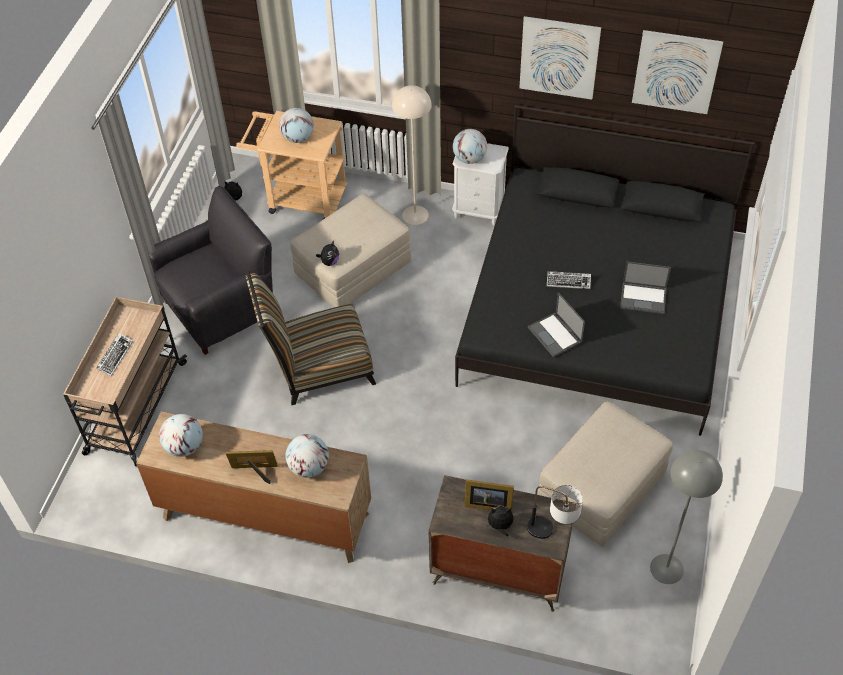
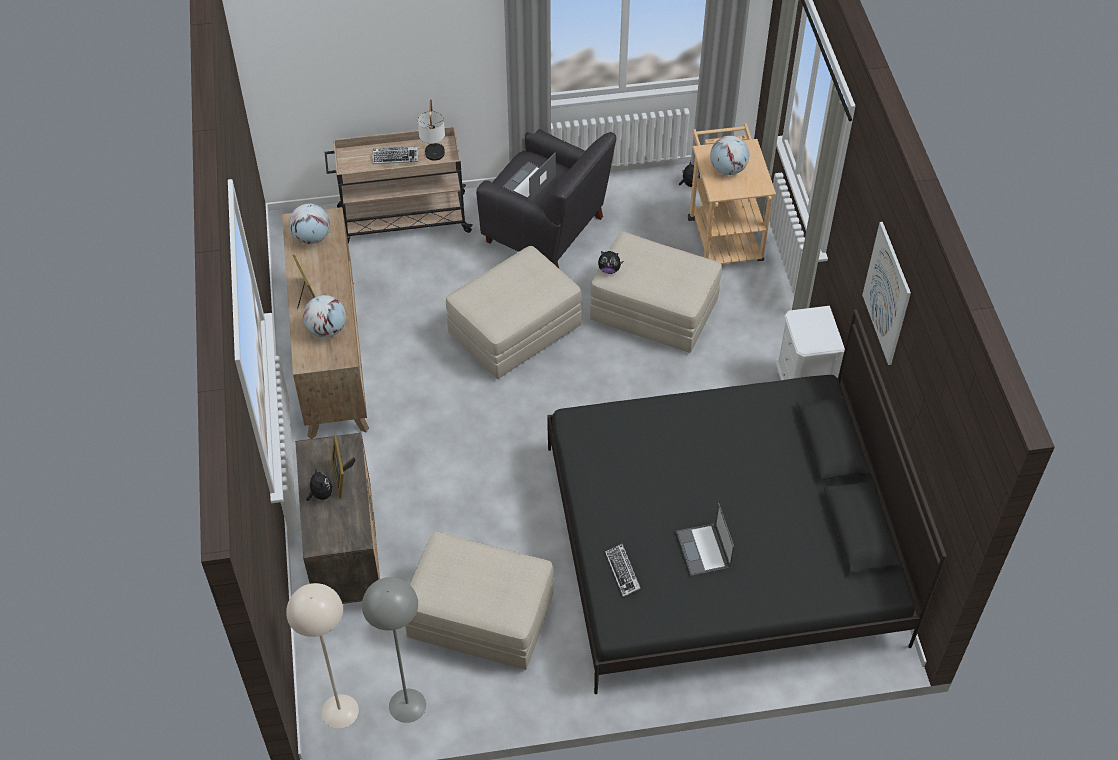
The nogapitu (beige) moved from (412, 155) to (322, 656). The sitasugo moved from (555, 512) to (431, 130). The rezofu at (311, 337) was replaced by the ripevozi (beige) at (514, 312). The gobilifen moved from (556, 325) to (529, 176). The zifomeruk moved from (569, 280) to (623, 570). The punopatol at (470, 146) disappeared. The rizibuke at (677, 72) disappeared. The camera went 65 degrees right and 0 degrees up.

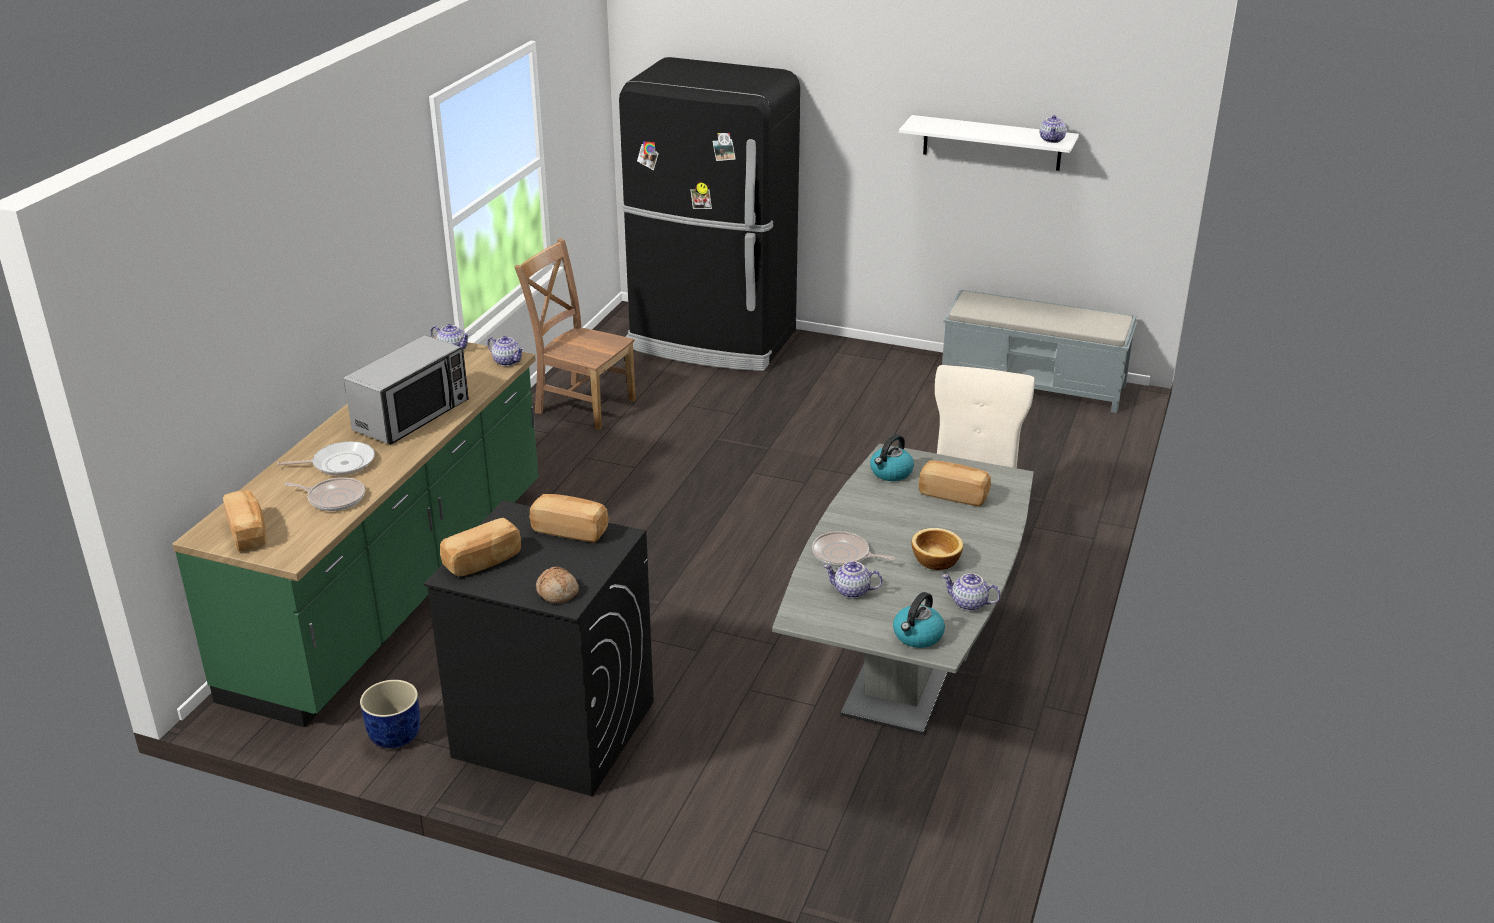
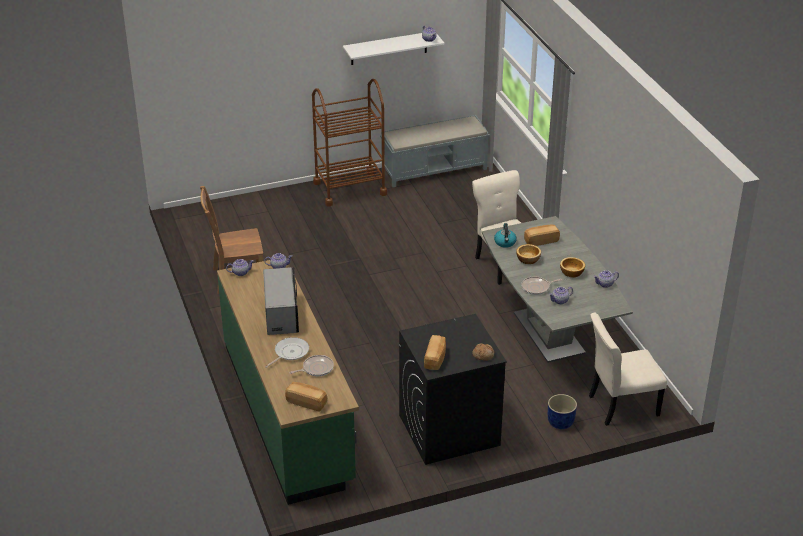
The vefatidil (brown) at (349, 142) appeared. The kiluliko at (528, 254) appeared. The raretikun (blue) moved from (390, 714) to (562, 411). The rezofu (beige) at (628, 369) appeared. The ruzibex at (569, 518) disappeared. The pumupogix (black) at (709, 214) disappeared. The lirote at (919, 620) disappeared. The camera went 40 degrees left and 5 degrees up.

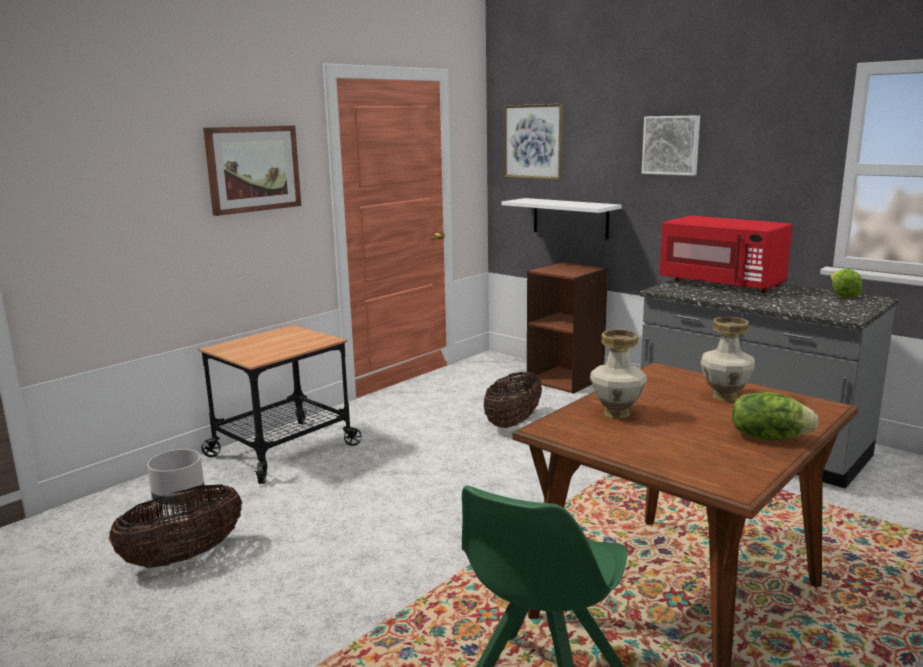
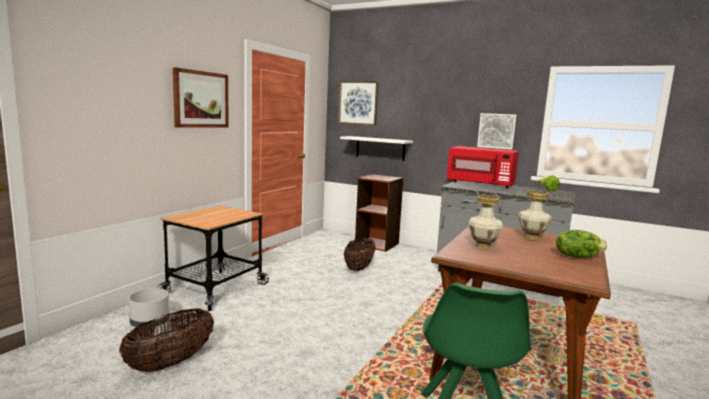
The rizibuke moved from (671, 145) to (497, 131). The camera went 15 degrees left and 5 degrees down.

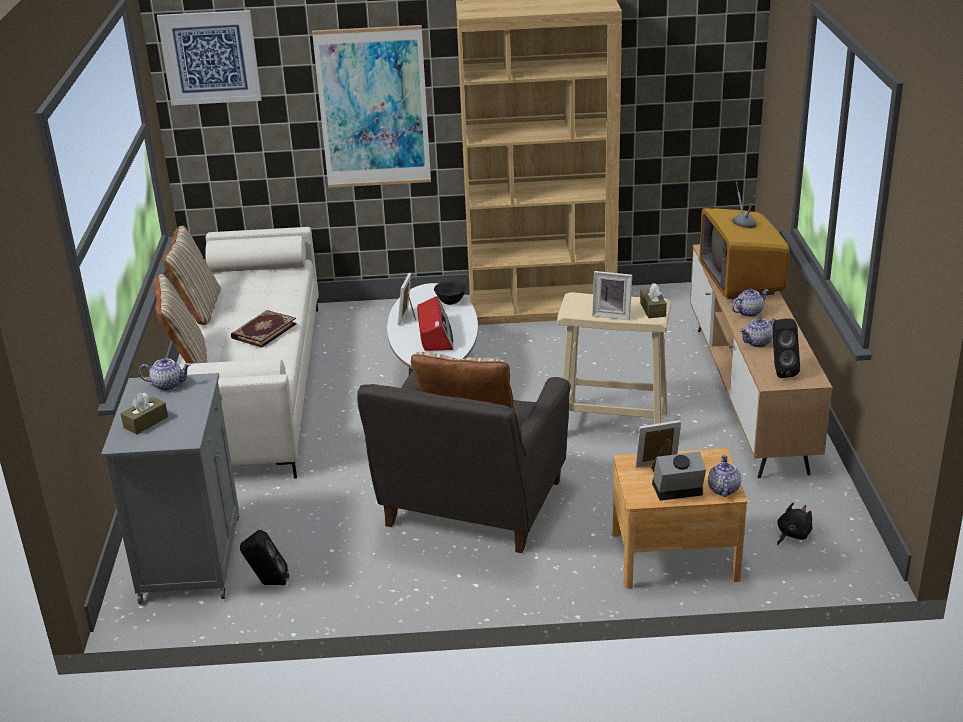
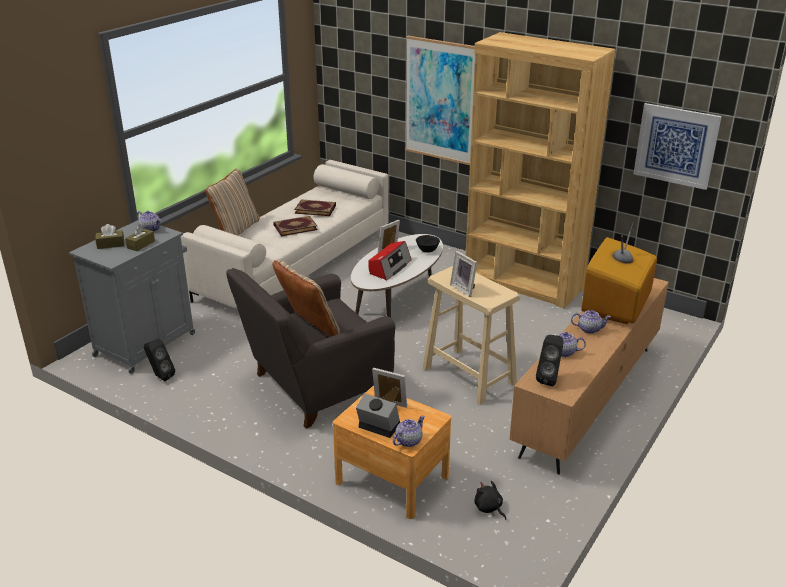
The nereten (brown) moved from (653, 300) to (140, 238). The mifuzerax at (315, 207) appeared. The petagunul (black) at (795, 523) turned 120 degrees counterclockwise. The rizibuke moved from (209, 57) to (677, 146). The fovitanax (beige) at (192, 275) disappeared. The camera went 35 degrees right and 0 degrees up.

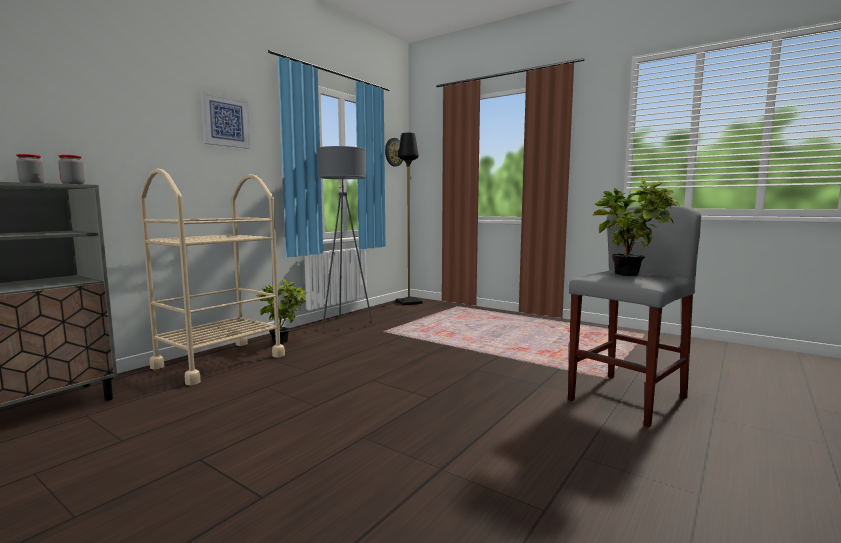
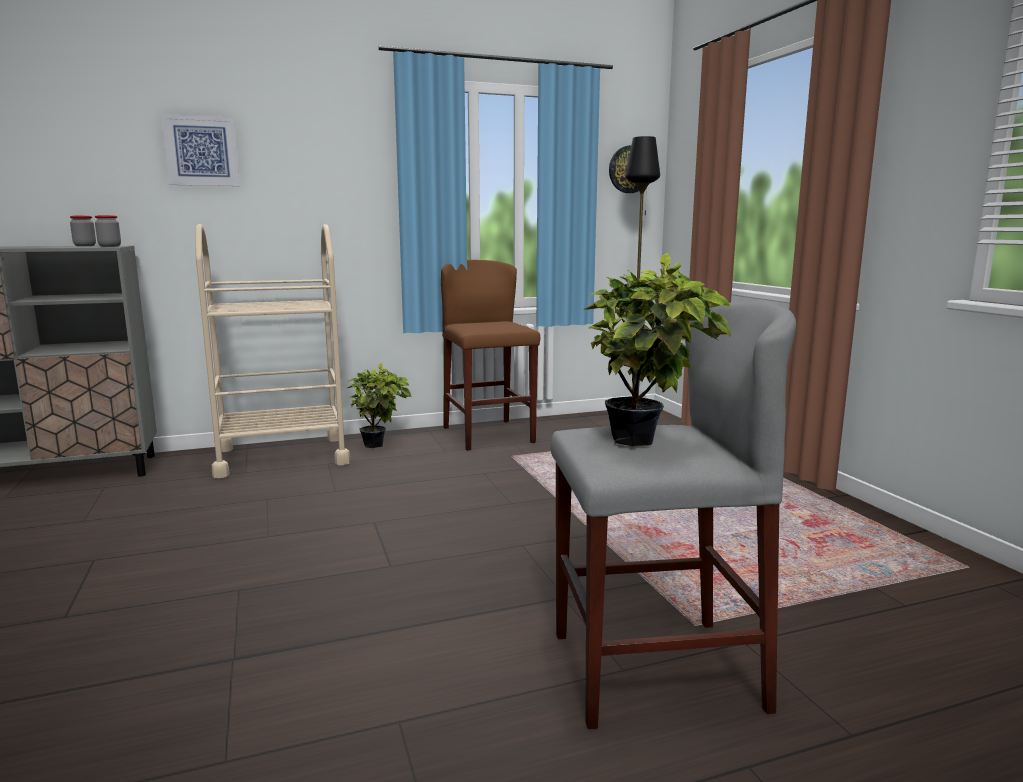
The rizibuke moved from (225, 120) to (200, 150). The nogapitu (grey) at (345, 237) was replaced by the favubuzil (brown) at (490, 355). The camera went 35 degrees right and 5 degrees up.

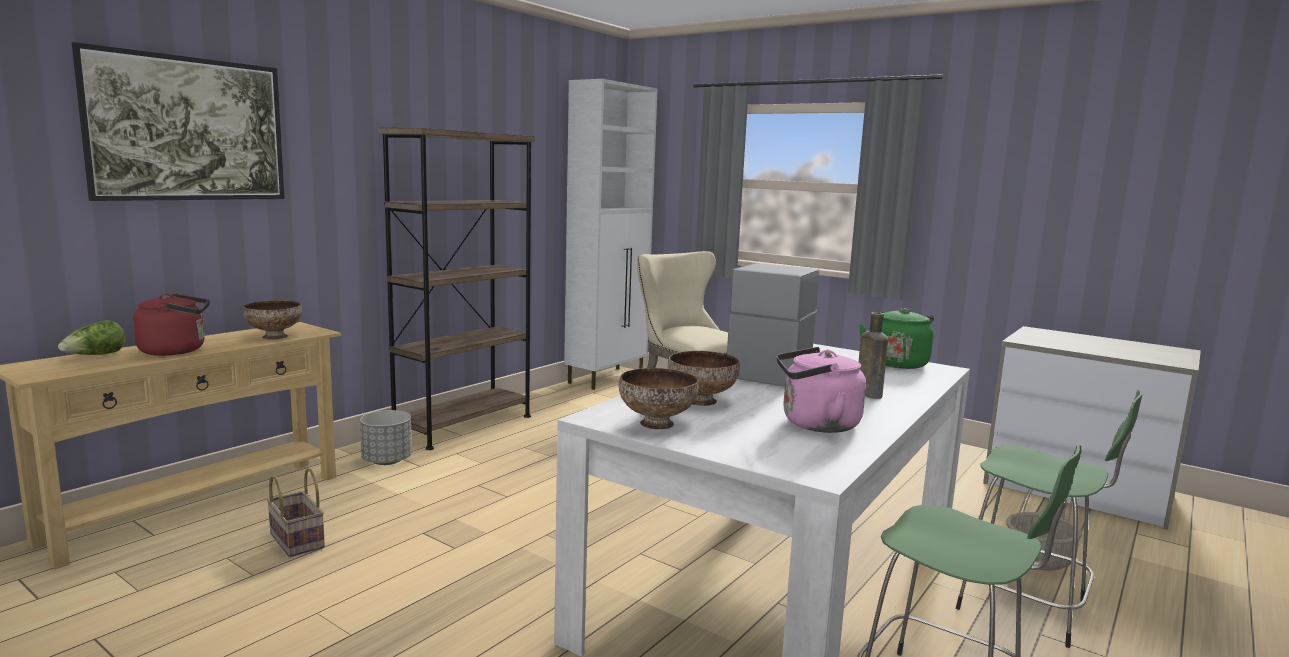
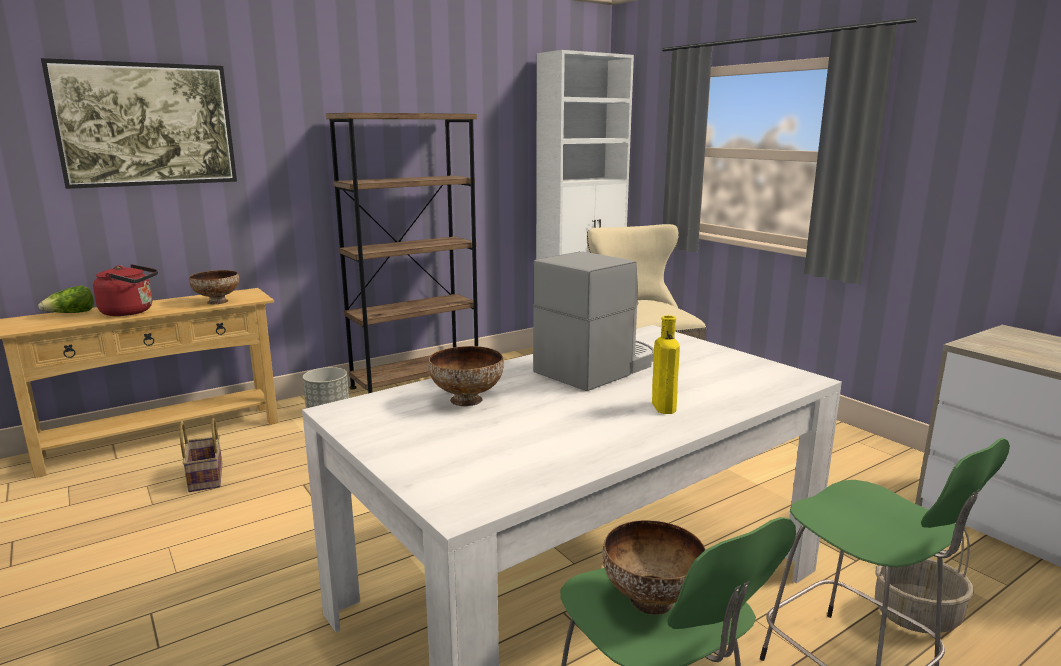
The kiluliko moved from (659, 399) to (653, 567). The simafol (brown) at (873, 355) became the simafol (yellow) at (666, 364). The lirote (pink) at (821, 390) disappeared. The lirote (green) at (896, 338) disappeared. The camera went 20 degrees right and 5 degrees up.

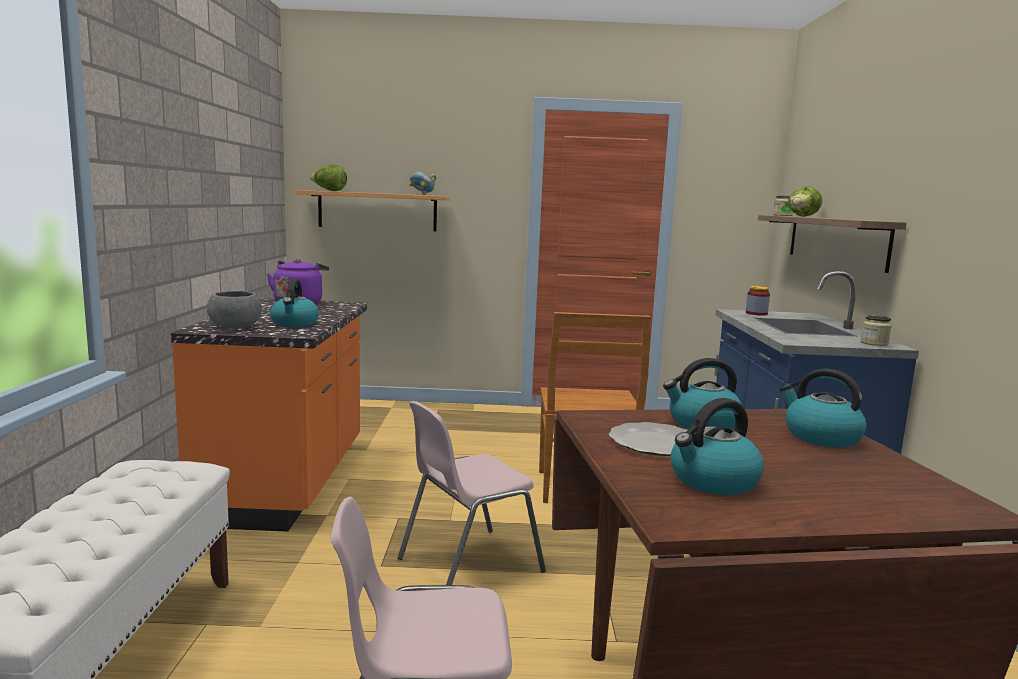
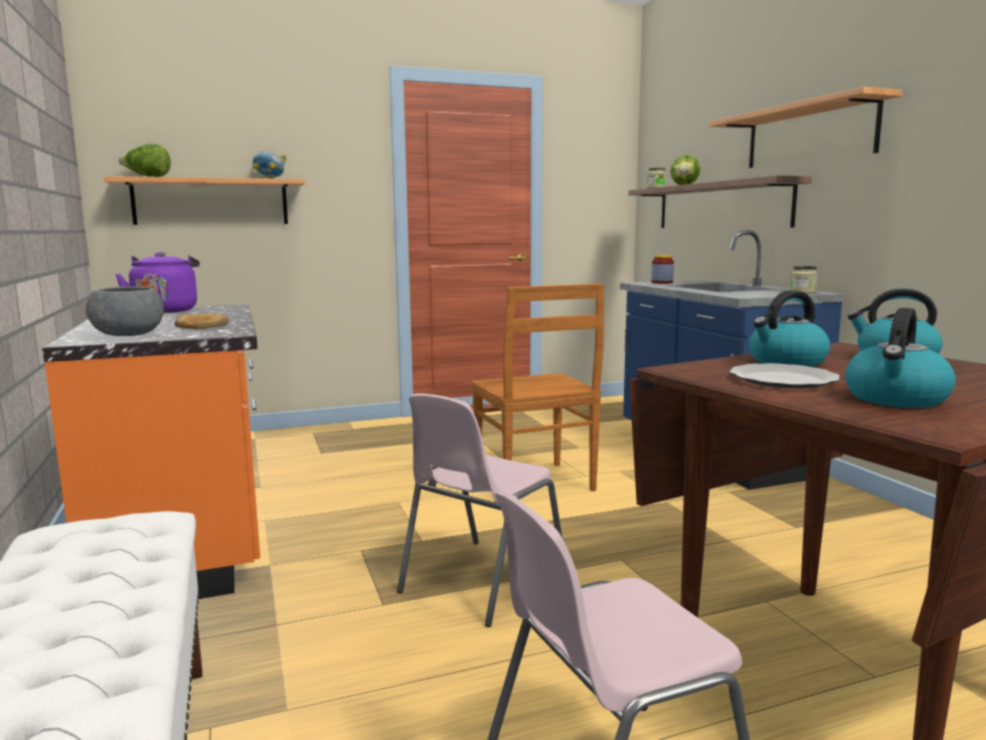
The lirote at (294, 303) was replaced by the ruzibex at (201, 321). The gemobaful at (805, 127) appeared. The camera went 20 degrees left and 0 degrees up.

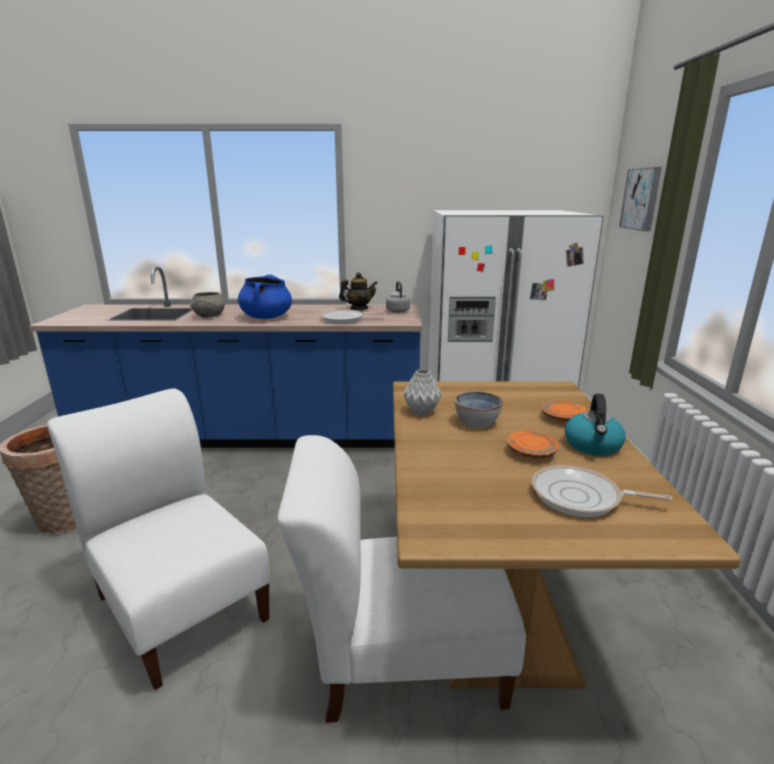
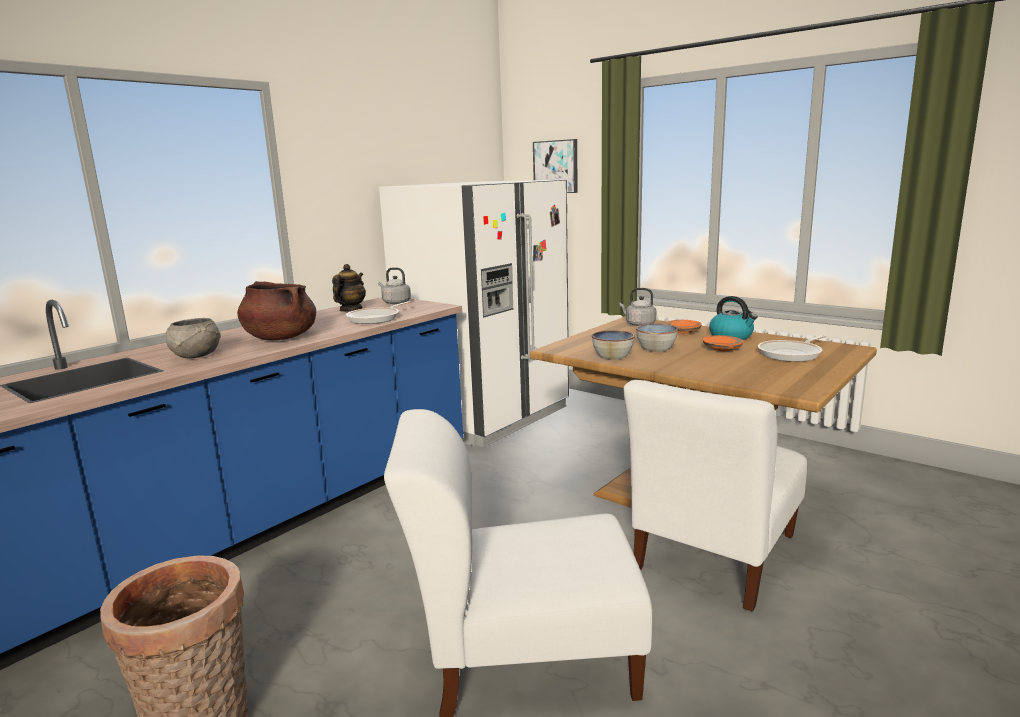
The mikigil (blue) at (265, 297) became the mikigil (brown) at (276, 310). The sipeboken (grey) at (422, 392) was replaced by the kiluliko at (613, 345). The lirote (grey) at (637, 307) appeared. The camera went 50 degrees left and 5 degrees down.

